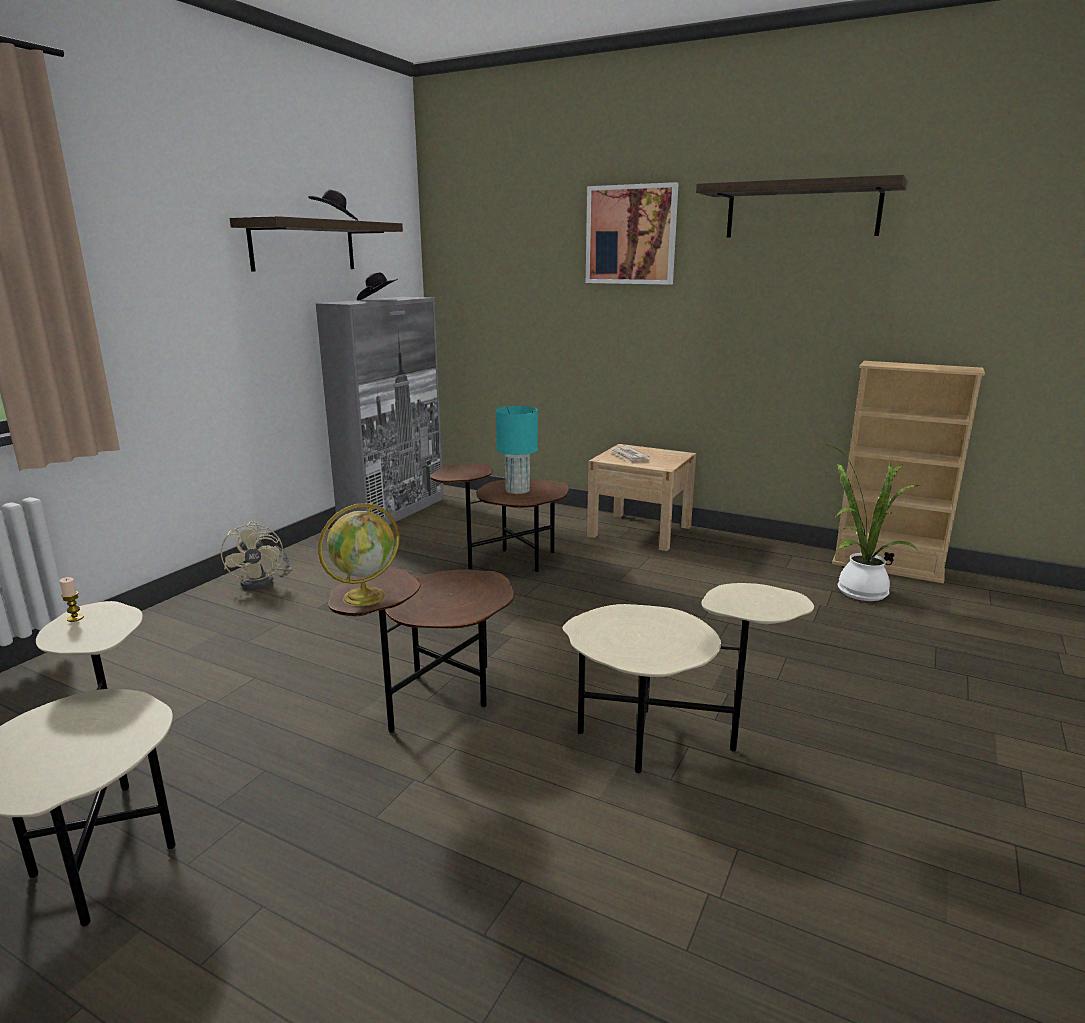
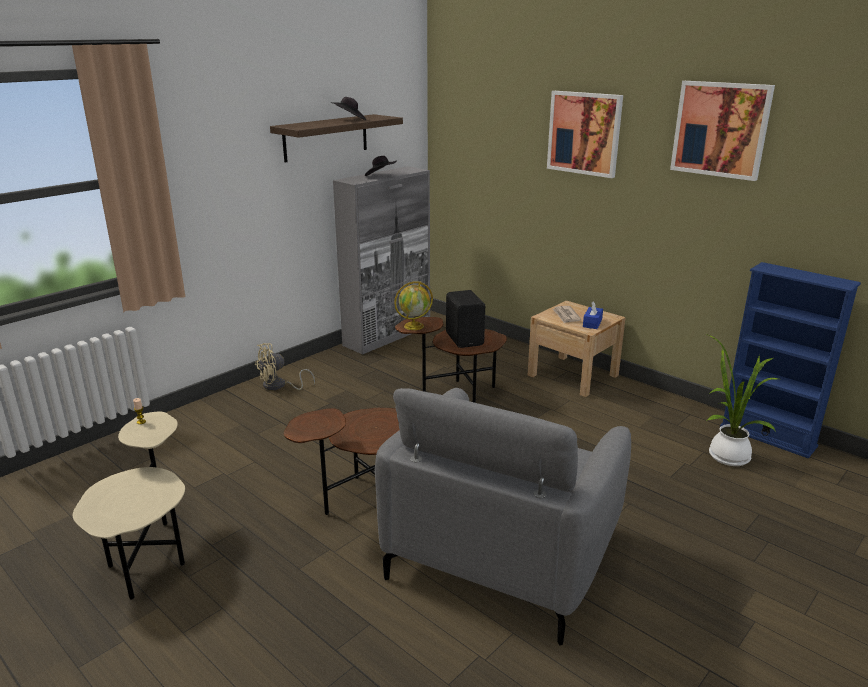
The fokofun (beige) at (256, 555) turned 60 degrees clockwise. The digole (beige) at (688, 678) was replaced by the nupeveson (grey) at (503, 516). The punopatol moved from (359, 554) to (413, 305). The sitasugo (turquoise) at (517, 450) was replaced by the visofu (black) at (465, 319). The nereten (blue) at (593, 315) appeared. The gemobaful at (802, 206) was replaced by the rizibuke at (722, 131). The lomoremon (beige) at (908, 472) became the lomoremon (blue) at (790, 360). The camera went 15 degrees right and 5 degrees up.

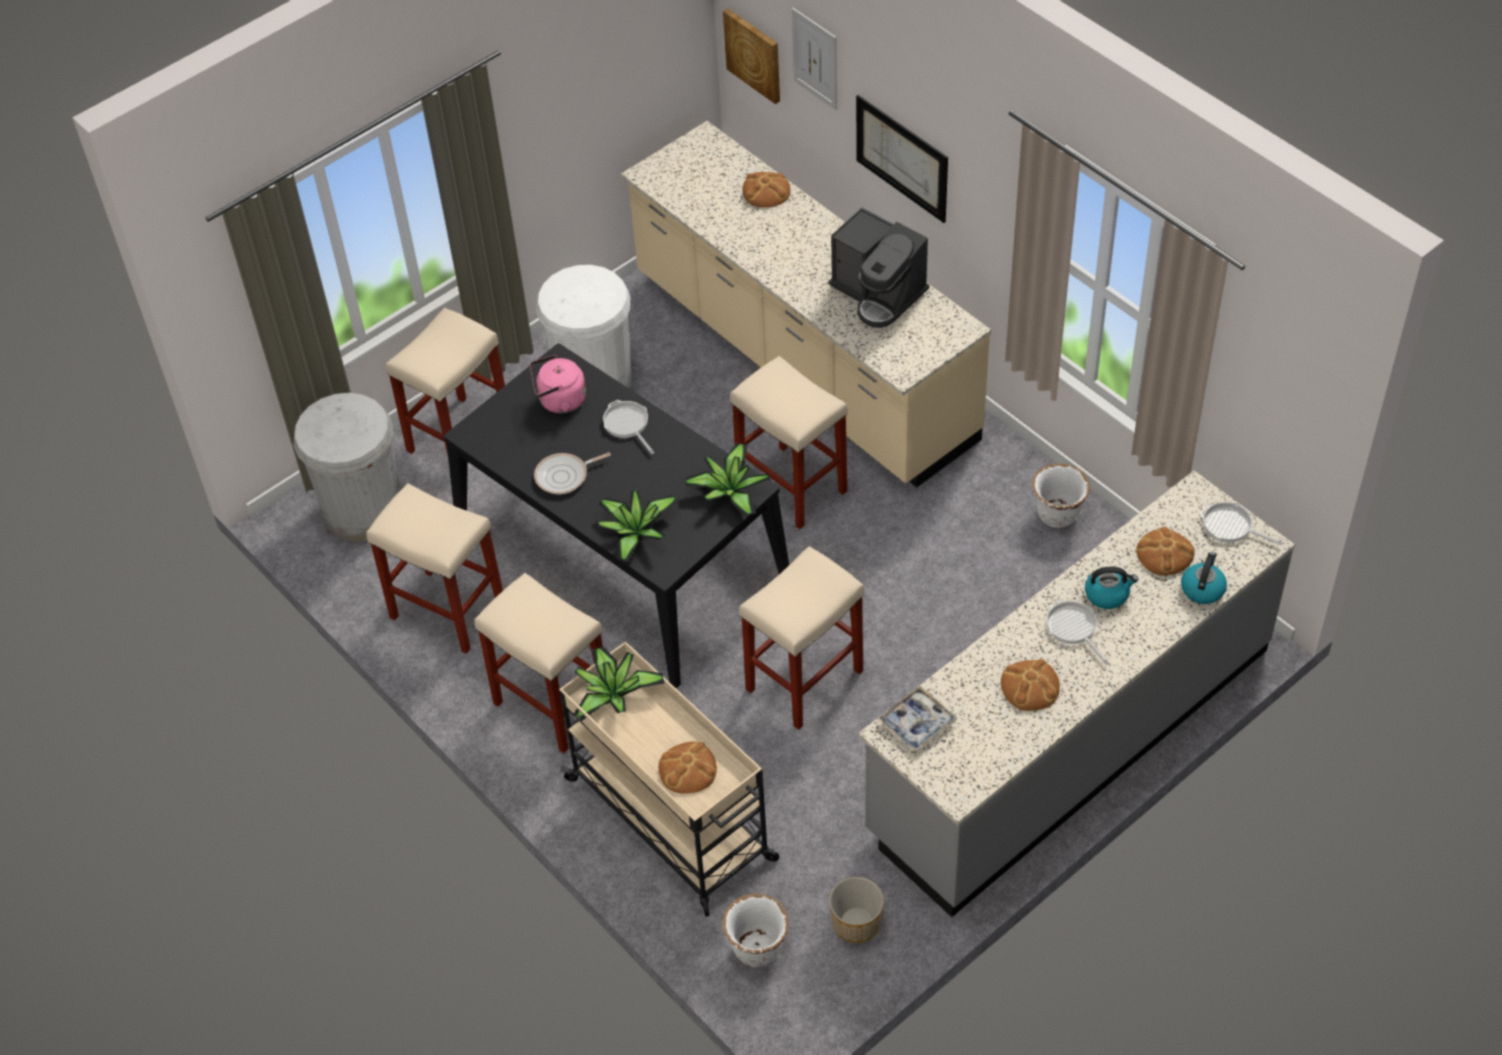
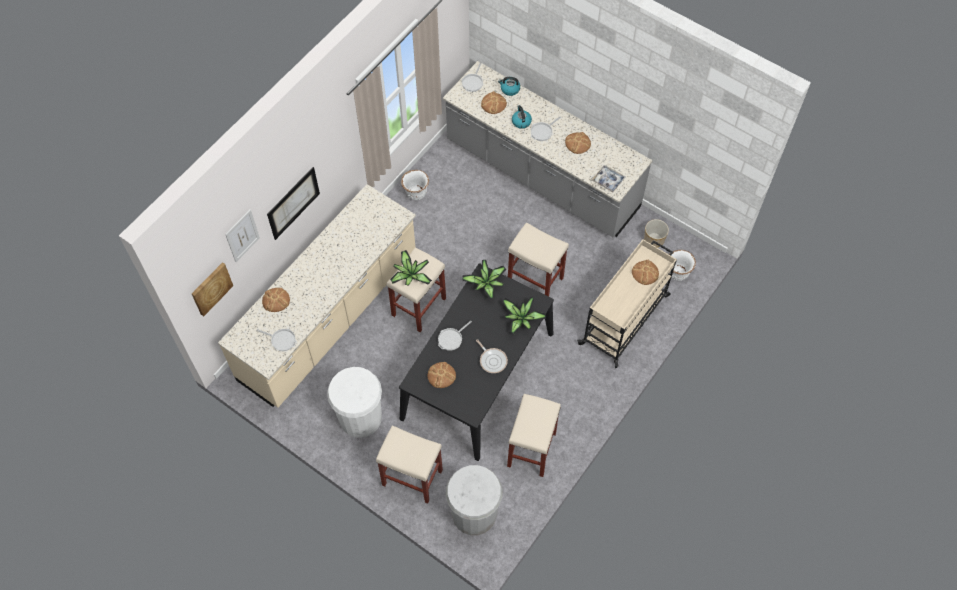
The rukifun at (277, 340) appeared. The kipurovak moved from (619, 684) to (411, 268). The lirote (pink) at (558, 384) was replaced by the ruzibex at (442, 375). The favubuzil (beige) at (538, 663) disappeared. The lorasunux at (879, 268) disappeared. The camera went 105 degrees left and 10 degrees up.

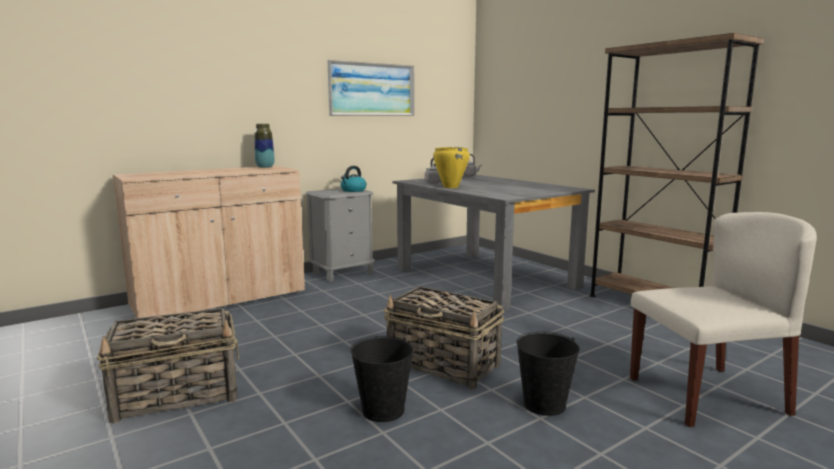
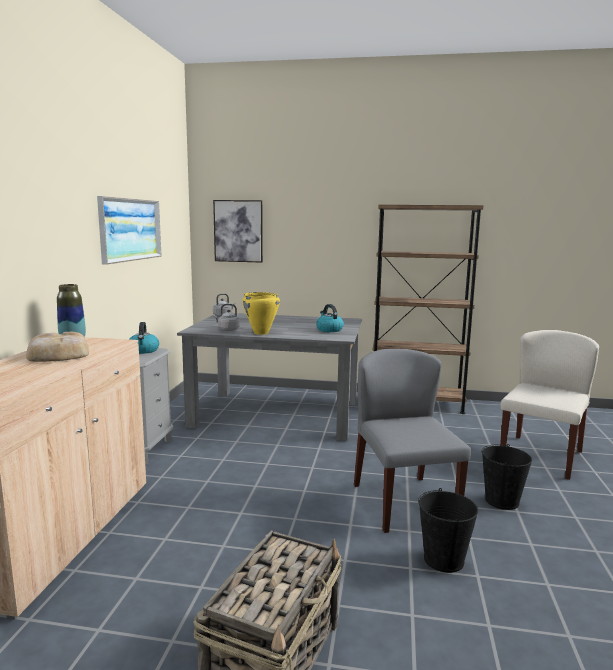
The ruzibex at (57, 347) appeared. The rizibuke at (238, 231) appeared. The lirote at (330, 318) appeared. The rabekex at (444, 338) was replaced by the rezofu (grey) at (412, 441). The camera went 45 degrees left and 0 degrees up.

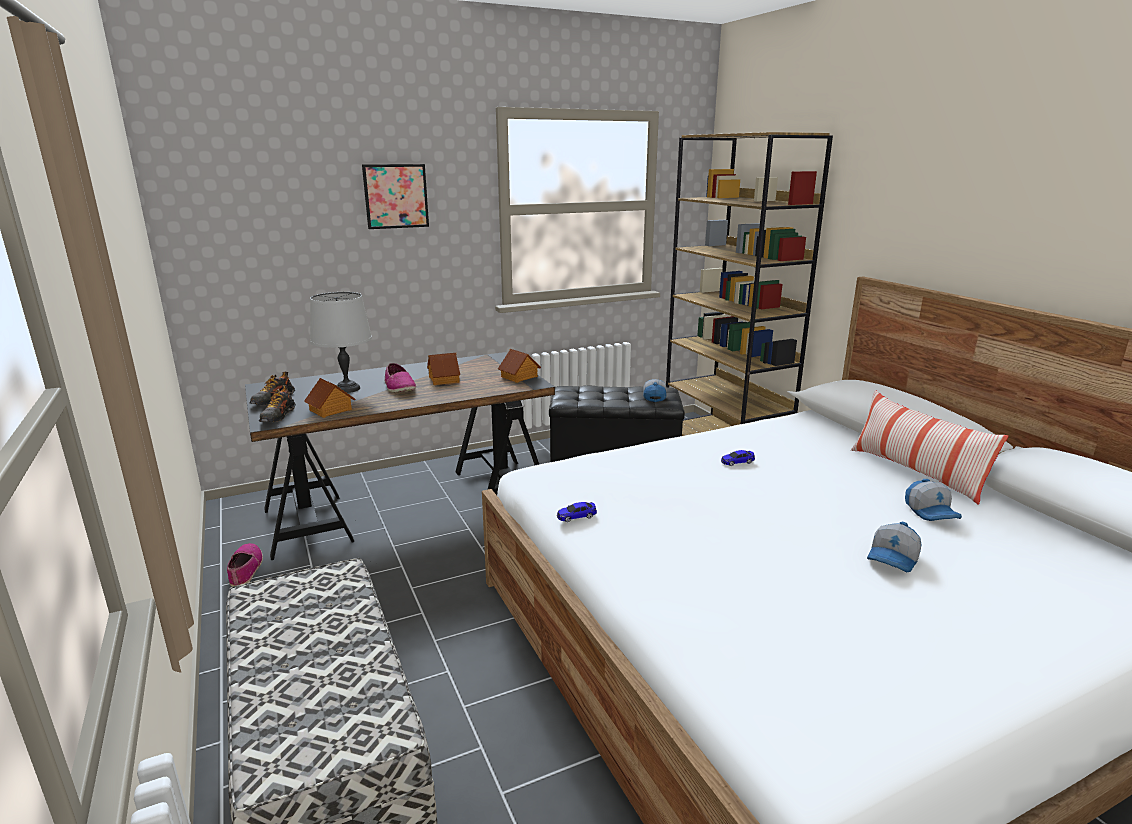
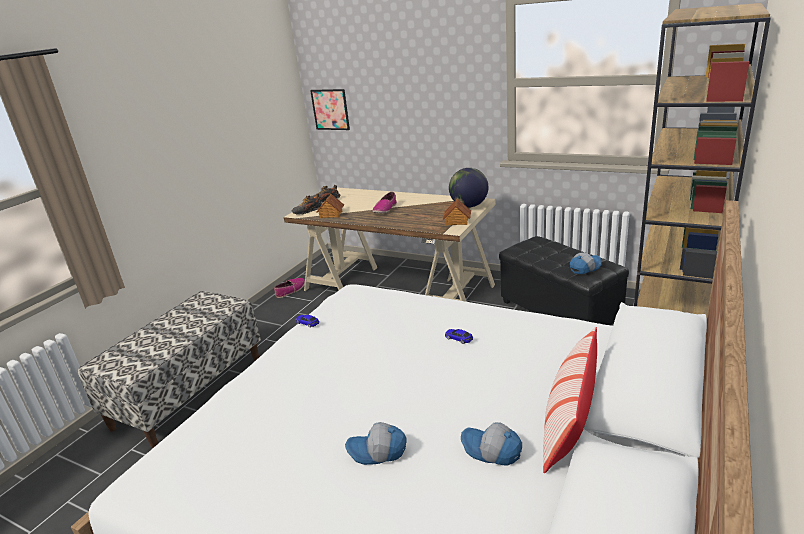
The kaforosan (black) at (400, 456) became the kaforosan (beige) at (390, 244). The rizibuke moved from (395, 196) to (330, 109). The punopatol at (469, 188) appeared. The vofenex at (933, 500) turned 75 degrees clockwise. The sitasugo (grey) at (341, 342) disappeared. The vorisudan at (443, 369) disappeared. The camera went 55 degrees right and 5 degrees up.

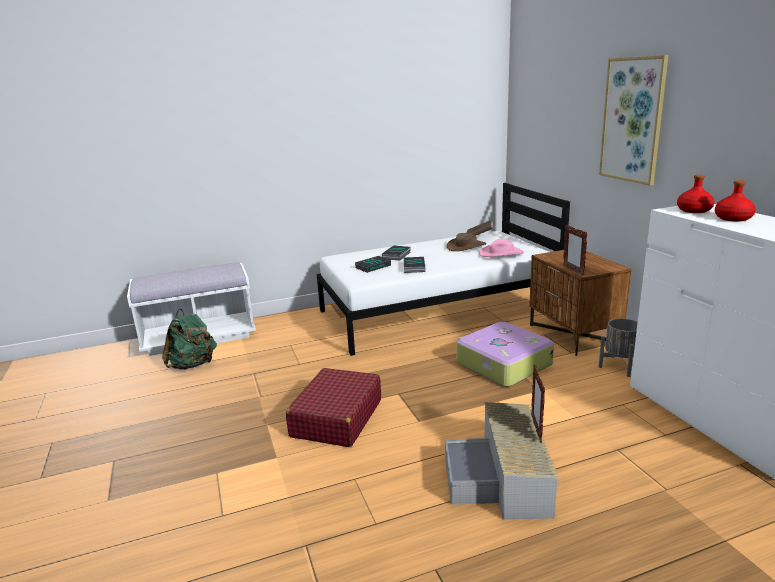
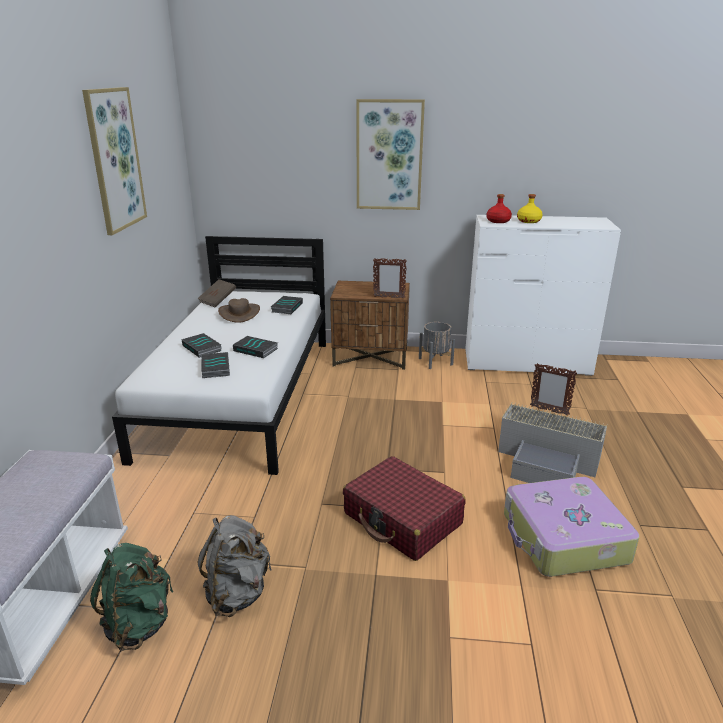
The rizibuke at (114, 161) appeared. The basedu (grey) at (234, 566) appeared. The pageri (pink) at (501, 248) was replaced by the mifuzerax at (287, 305). The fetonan moved from (505, 354) to (571, 527). The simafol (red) at (735, 201) became the simafol (yellow) at (530, 208). The camera went 65 degrees left and 5 degrees up.

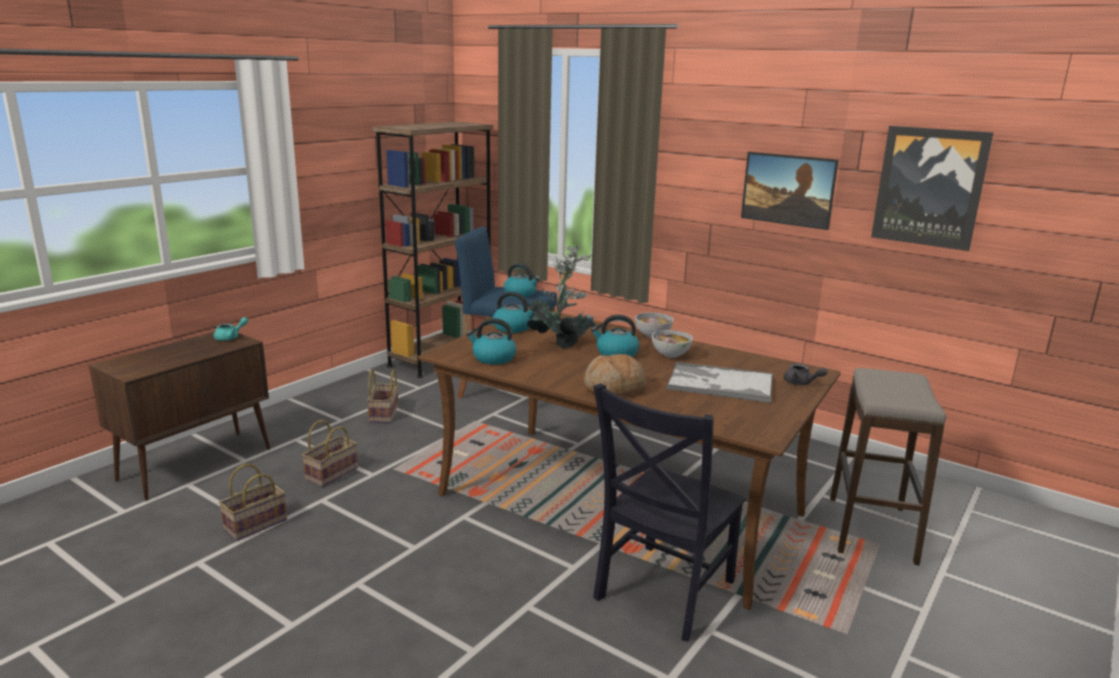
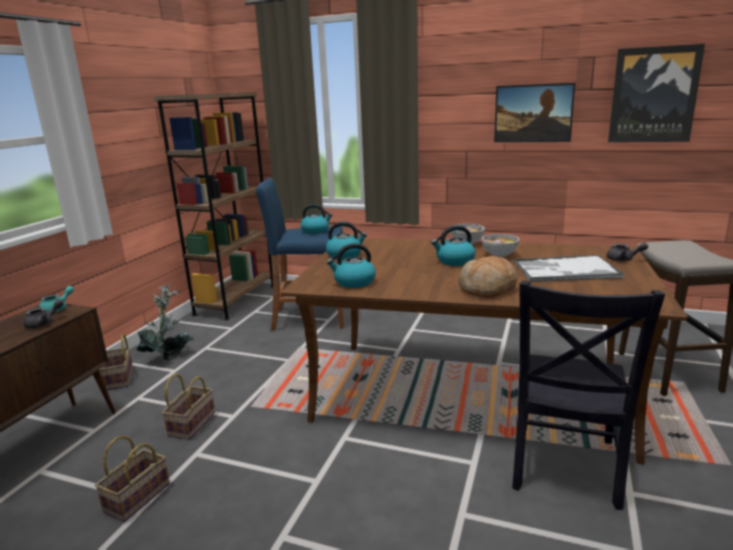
The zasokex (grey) at (43, 313) appeared. The rabekex moved from (382, 396) to (116, 362). The kipurovak moved from (561, 297) to (165, 323). The camera went 15 degrees left and 0 degrees up.

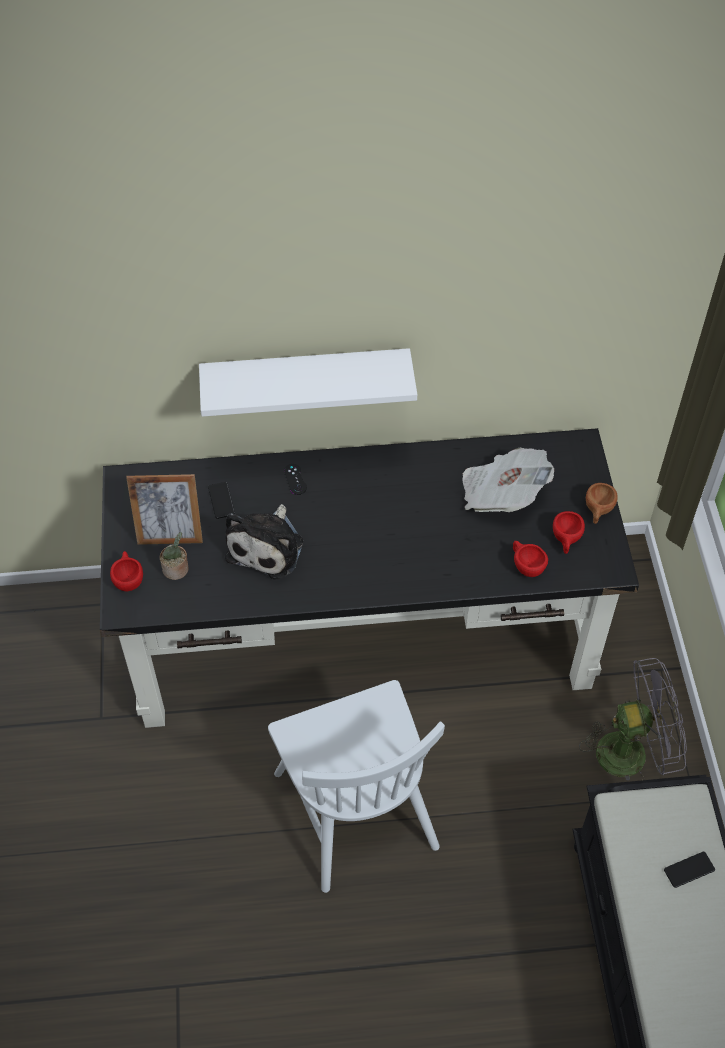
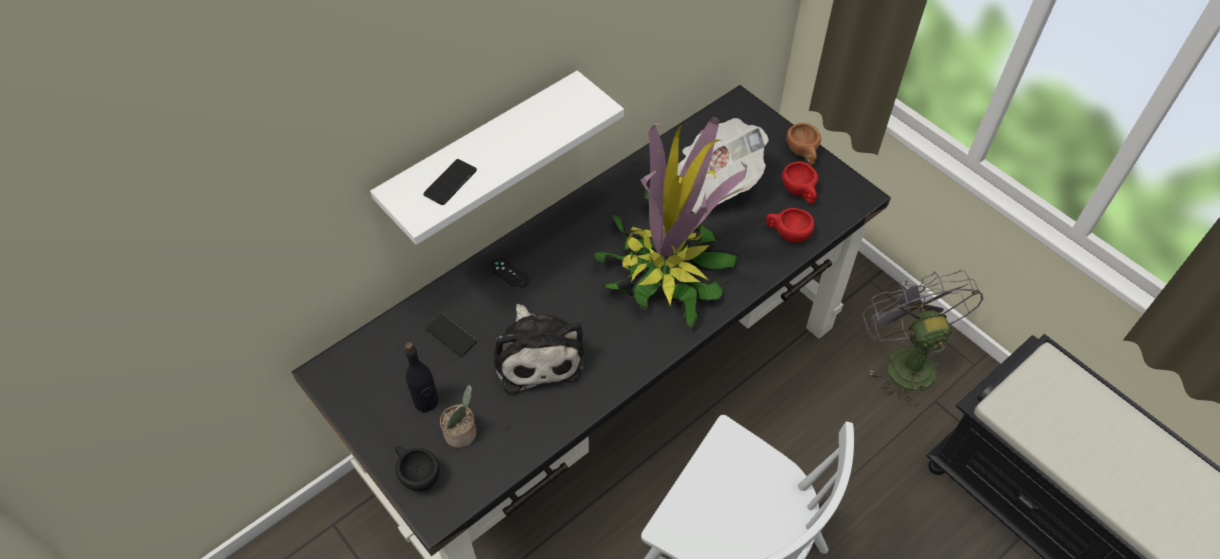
The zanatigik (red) at (126, 571) became the zanatigik (black) at (417, 469). The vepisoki at (164, 509) was replaced by the simafol (black) at (422, 377). The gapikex moved from (689, 870) to (450, 182). The kipurovak at (670, 223) appeared. The fokofun (grey) at (633, 719) turned 60 degrees counterclockwise. The camera went 35 degrees left and 0 degrees up.

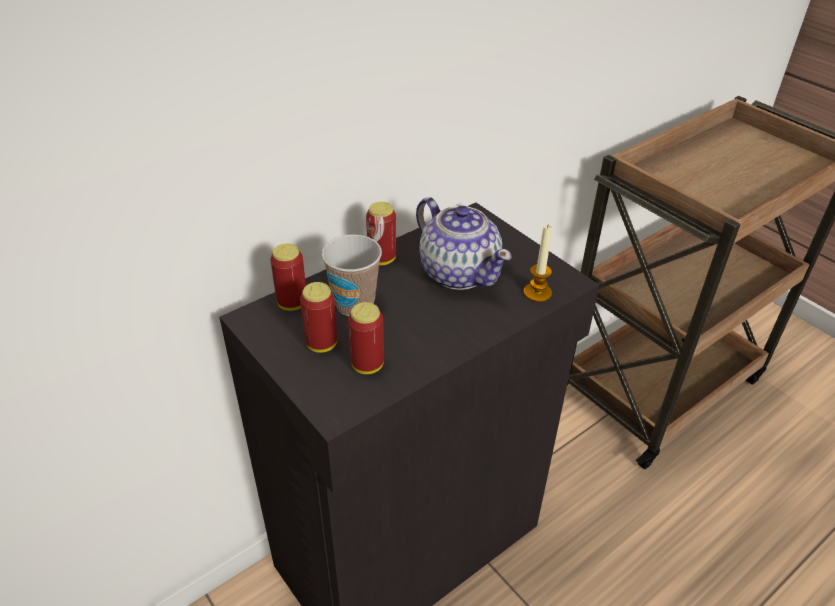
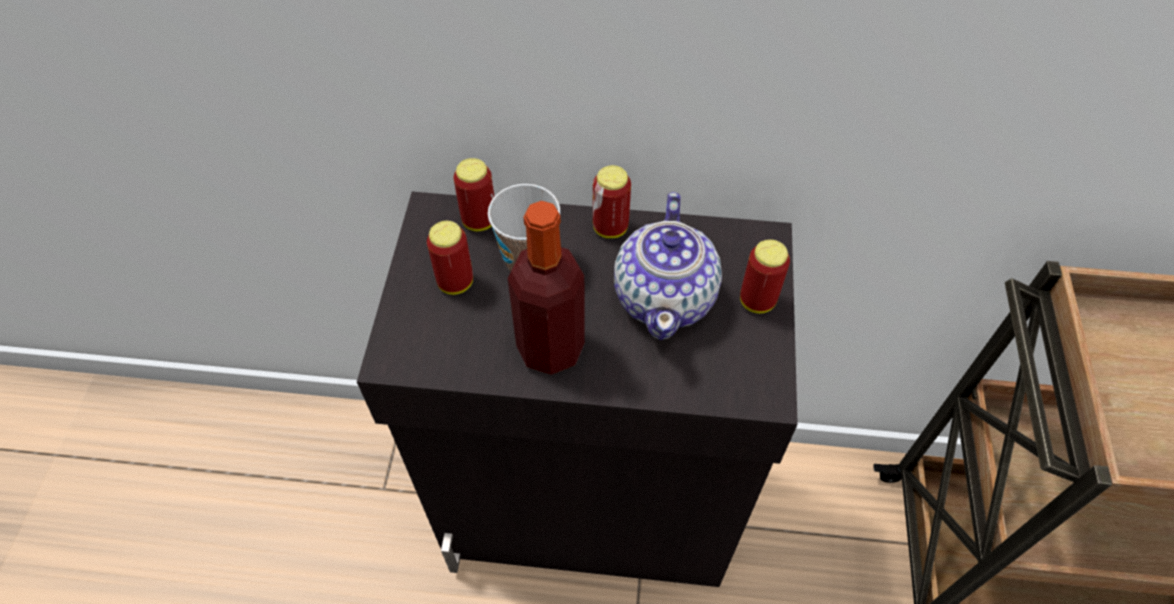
The simafol at (546, 288) appeared. The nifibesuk moved from (366, 338) to (765, 276). The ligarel at (538, 263) disappeared. The camera went 45 degrees right and 15 degrees up.

